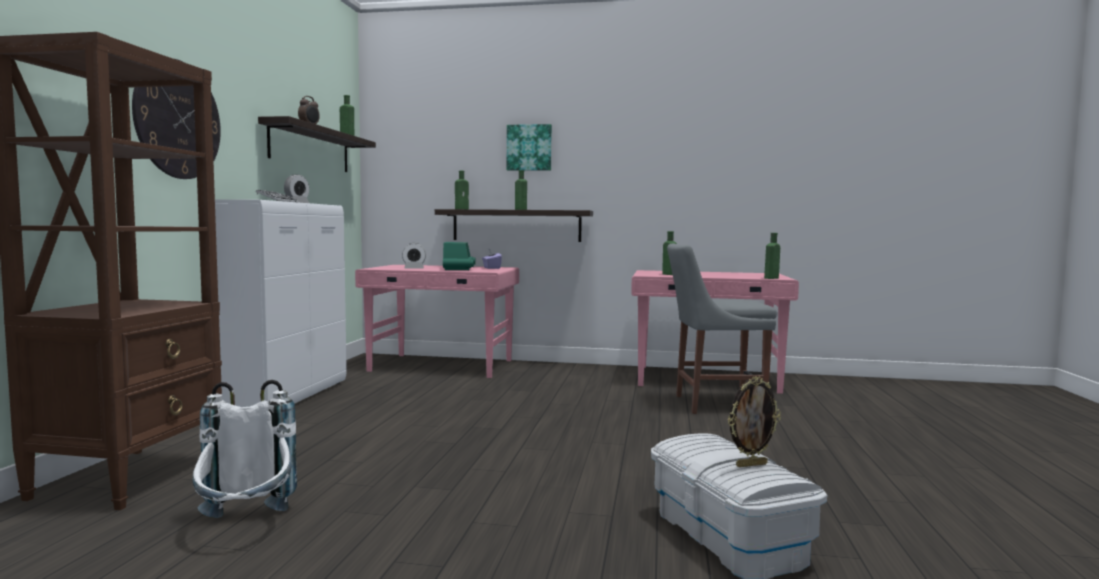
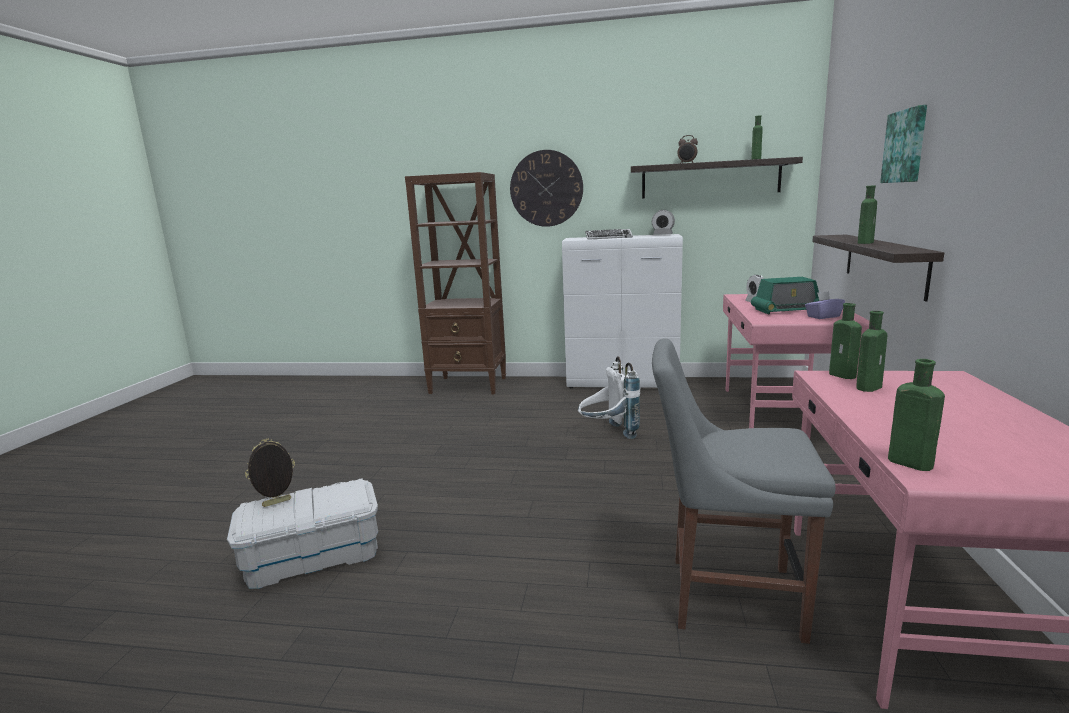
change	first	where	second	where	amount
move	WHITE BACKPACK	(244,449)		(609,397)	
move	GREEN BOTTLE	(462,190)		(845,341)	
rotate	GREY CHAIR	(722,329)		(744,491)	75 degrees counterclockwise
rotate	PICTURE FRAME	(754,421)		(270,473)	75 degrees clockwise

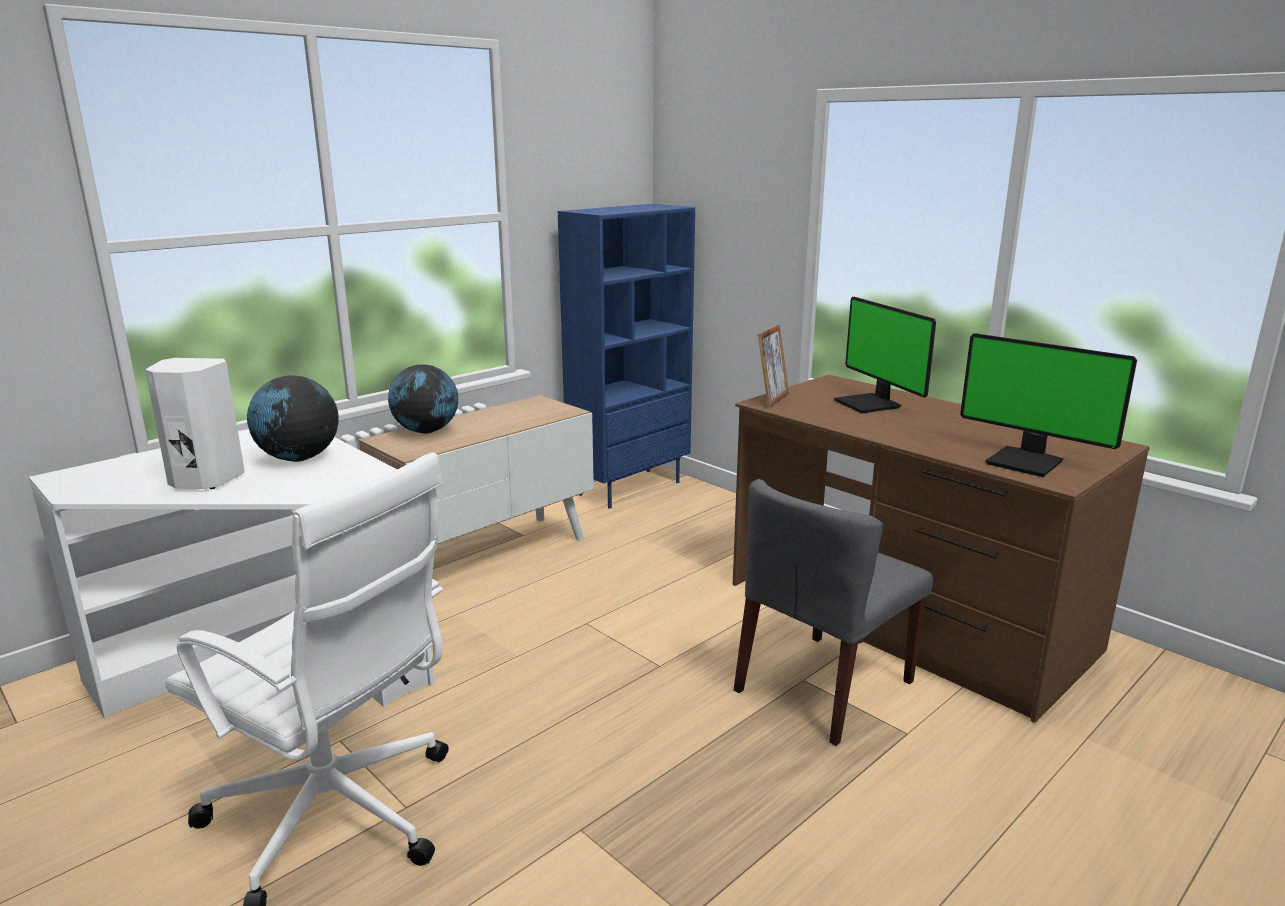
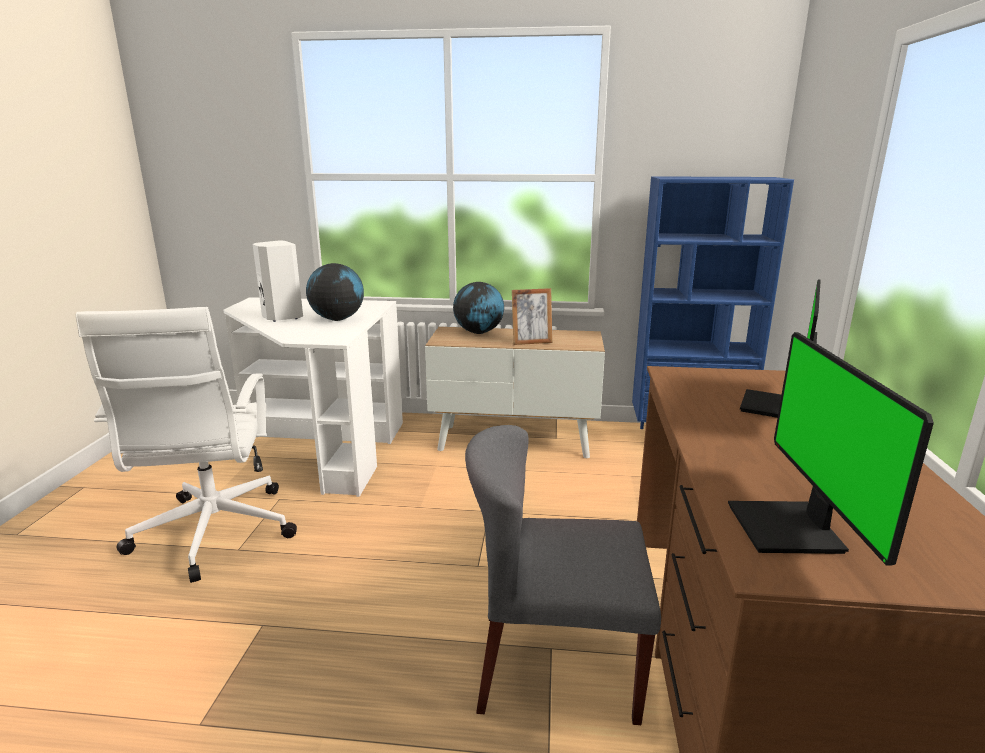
change	first	where	second	where	amount
move	PICTURE FRAME	(773,365)		(532,316)	

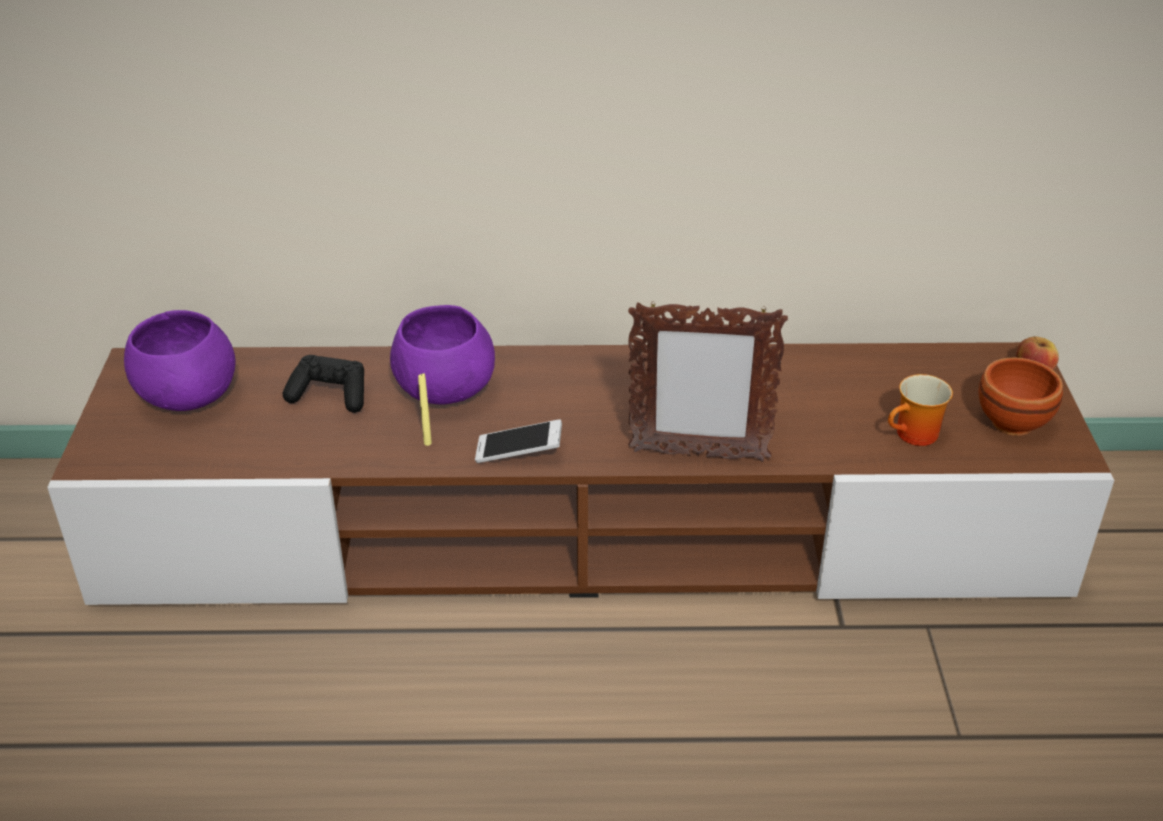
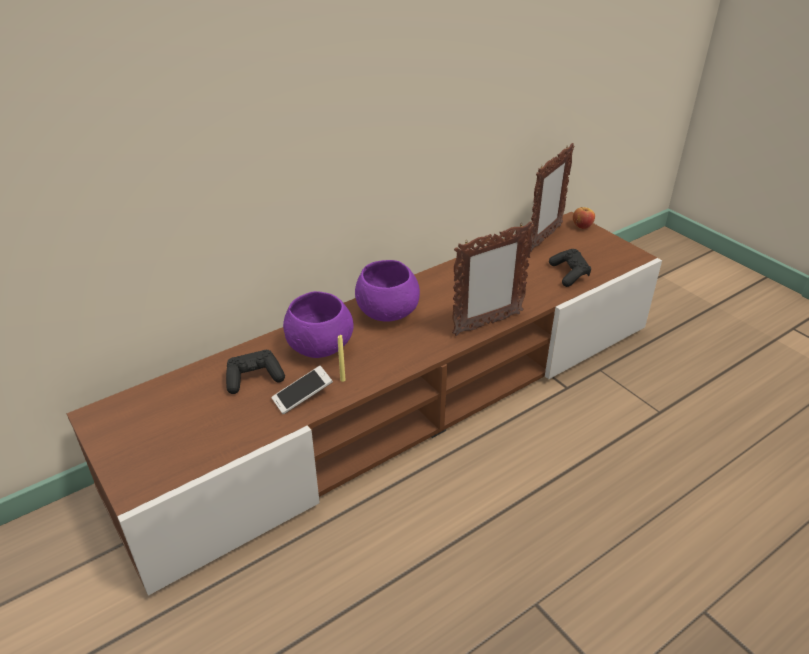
change	first	where	second	where	amount
delete	BROWN BOWL	(1020,397)			
insert			PICTURE FRAME	(552,198)	
move	PURPLE BOWL	(179,360)		(387,291)	
move	PHONE	(518,441)		(302,390)	
replace	MUG	(920,410)	BLACK GAME CONTROLLER	(570,268)	

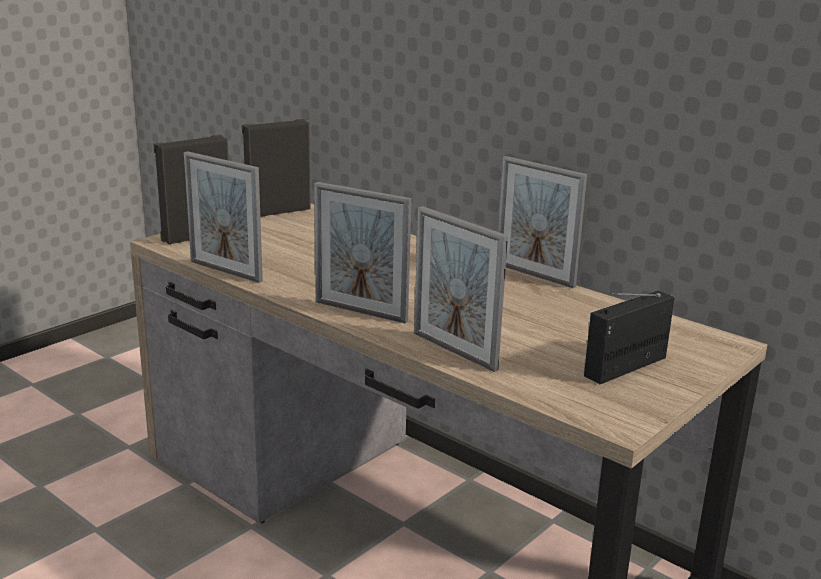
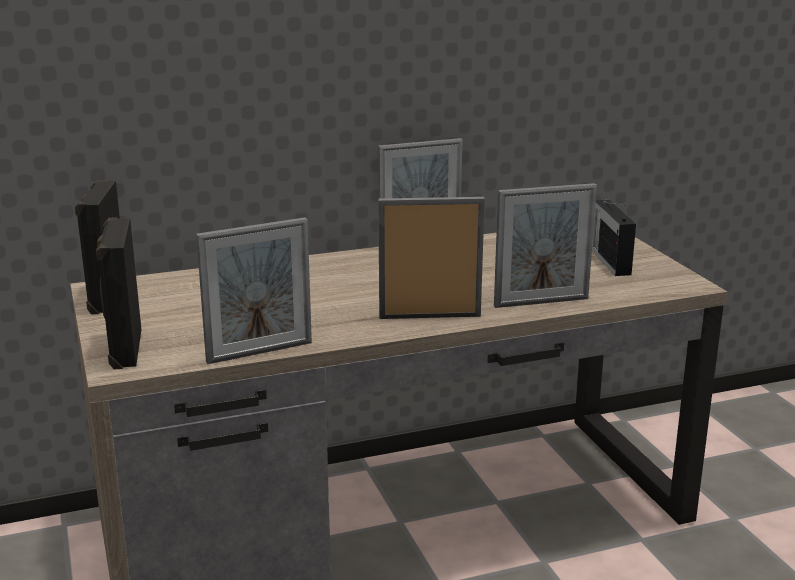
change	first	where	second	where	amount
rotate	PICTURE FRAME	(363,252)		(431,258)	150 degrees counterclockwise

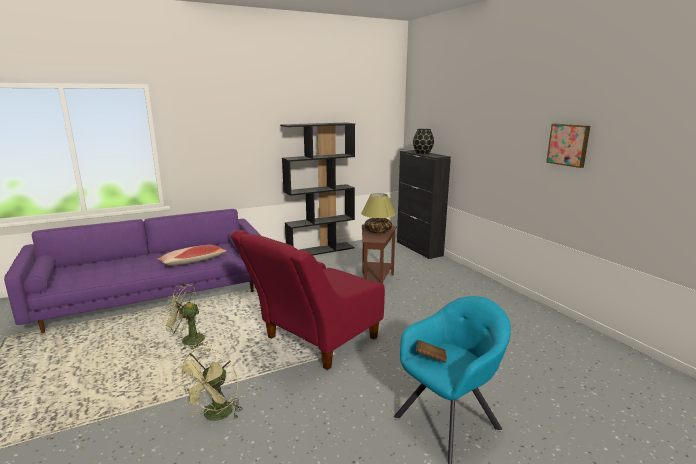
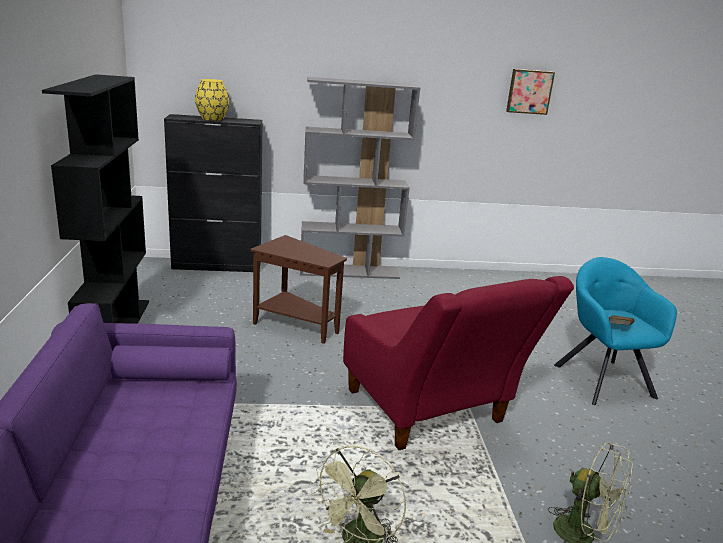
change	first	where	second	where	amount
delete	PILLOW	(192,255)			
delete	TABLE LAMP	(378,213)			
insert			GREY BOOKCASE	(360,178)	
move	PICTURE	(568,146)		(530,92)	
recolor	BLACK VASE	(423,141)	YELLOW VASE	(212,100)	

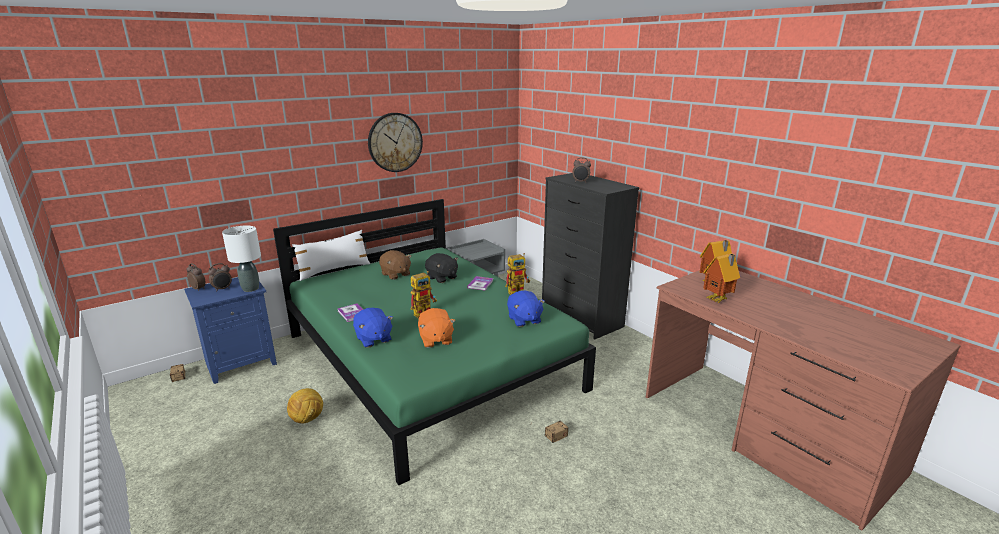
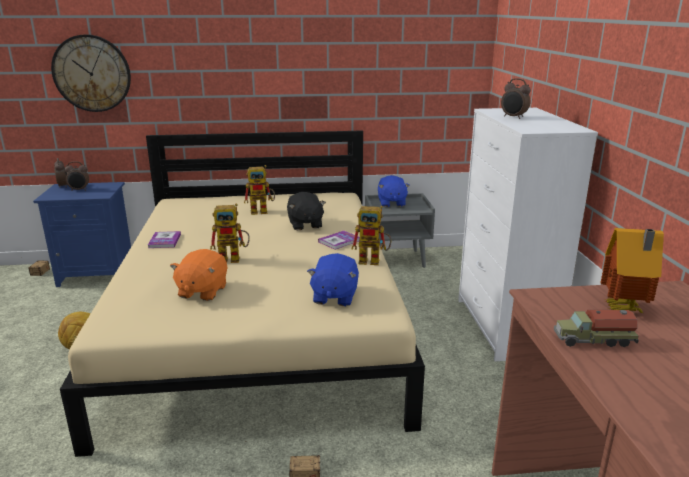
change	first	where	second	where	amount
delete	WHITE TABLE LAMP	(241,259)			
delete	WHITE PILLOW	(331,255)			
move	BLUE PLUSH TOY	(373,328)		(394,191)	
move	WALL CLOCK	(395,142)		(91,73)	
replace	BROWN PLUSH TOY	(395,265)	TOY ROBOT	(259,190)	
replace	TOY HOUSE	(721,278)	TOY TRUCK	(596,328)	
recolor	GREEN BED	(434,342)	BEIGE BED	(242,293)	
recolor	BLACK DRESSER	(590,256)	WHITE DRESSER	(528,234)	

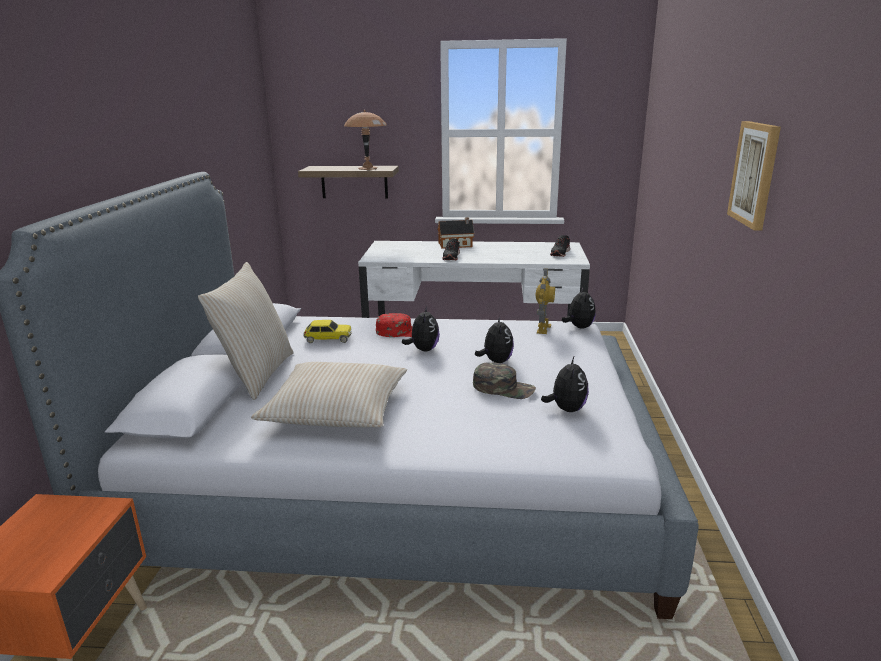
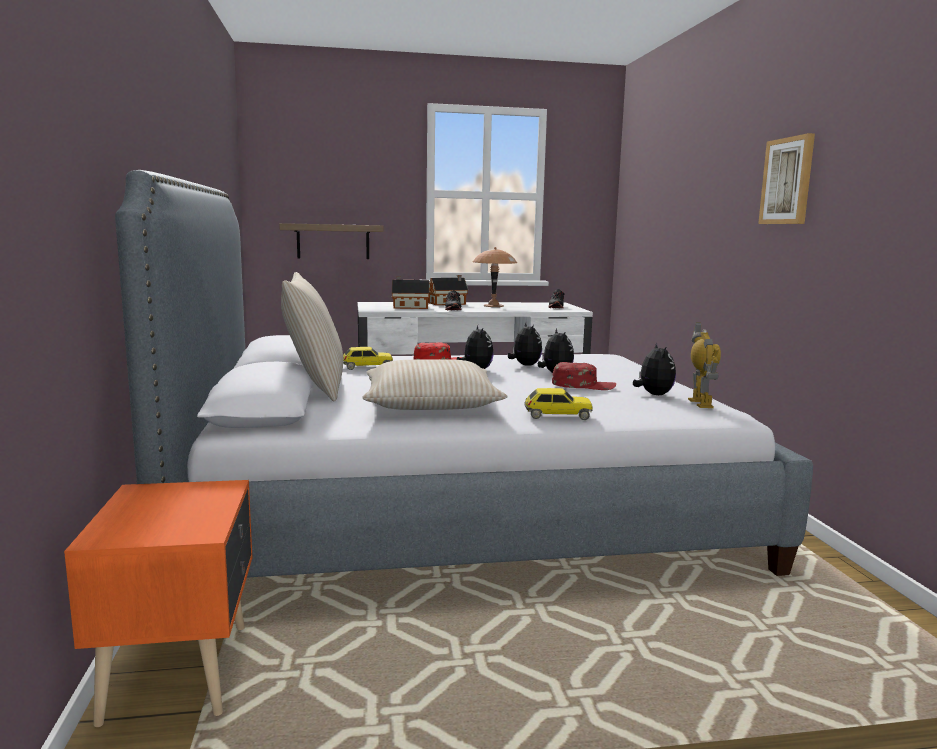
change	first	where	second	where	amount
insert			TOY HOUSE	(410,293)	
insert			TOY CAR	(558,404)	
move	BROWN TABLE LAMP	(365,140)		(495,277)	
move	TOY ROBOT	(545,301)		(704,365)	
move	PLUSH TOY	(579,308)		(525,344)	
recolor	GREEN CAP	(504,381)	RED CAP	(584,376)	

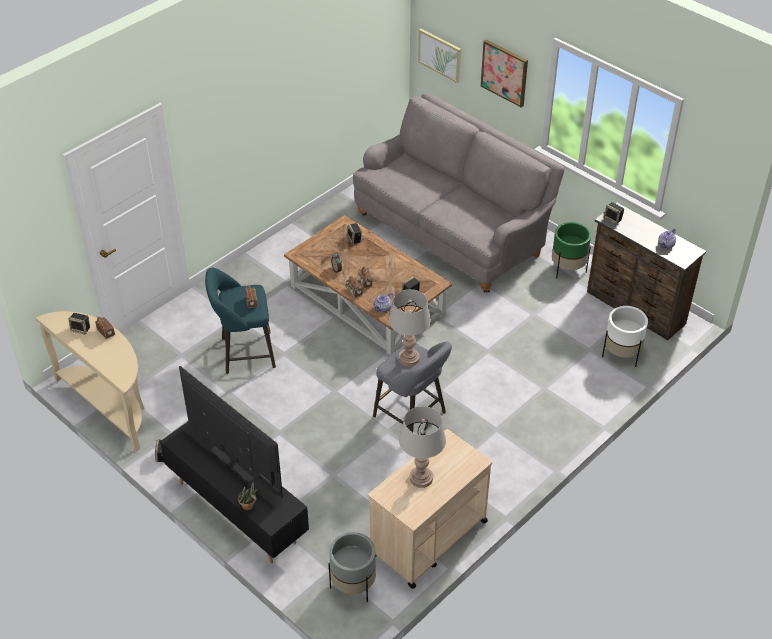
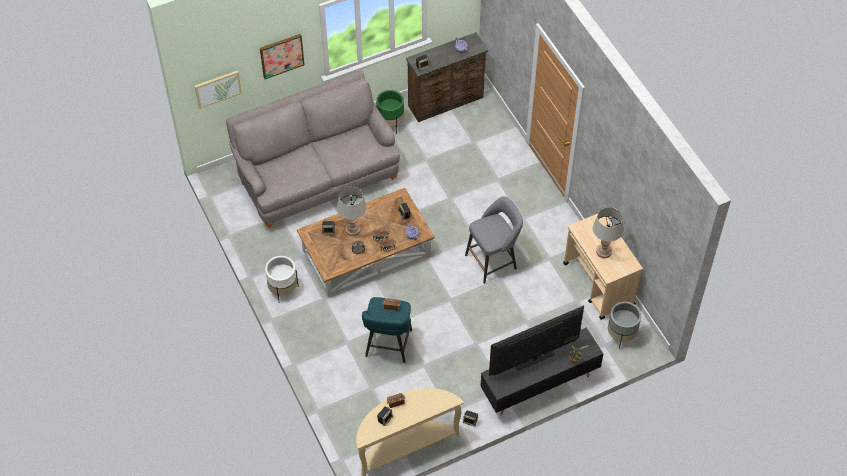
change	first	where	second	where	amount
move	GREY TABLE LAMP	(410,327)		(352,211)	
move	WHITE PLANTER	(625,336)		(282,279)	

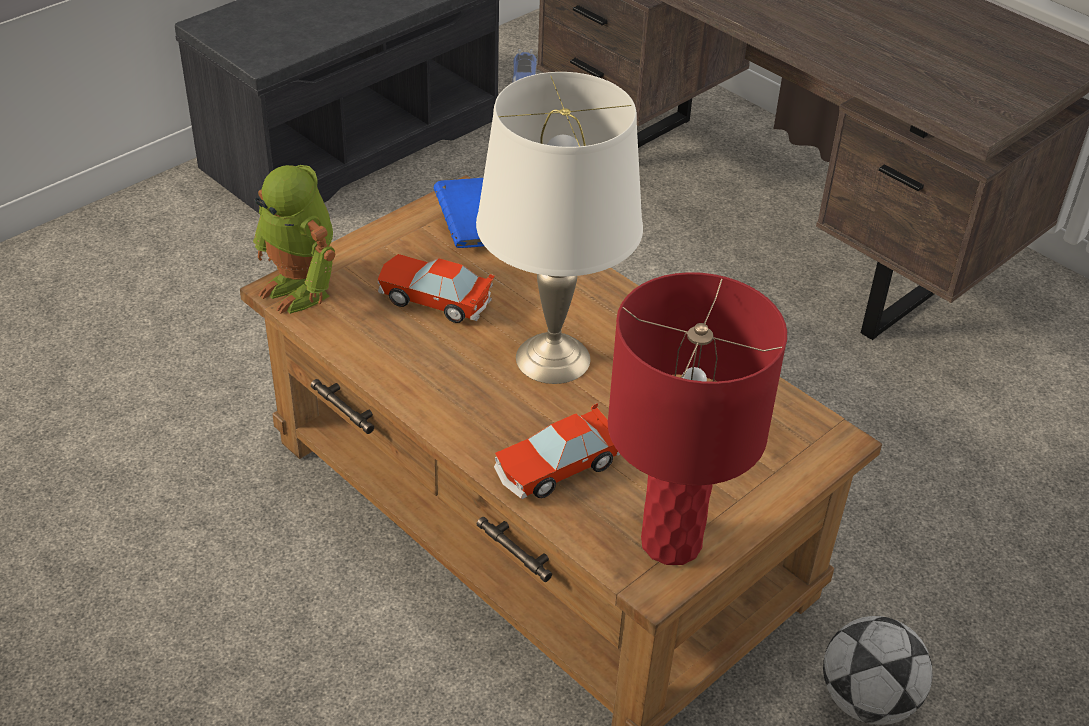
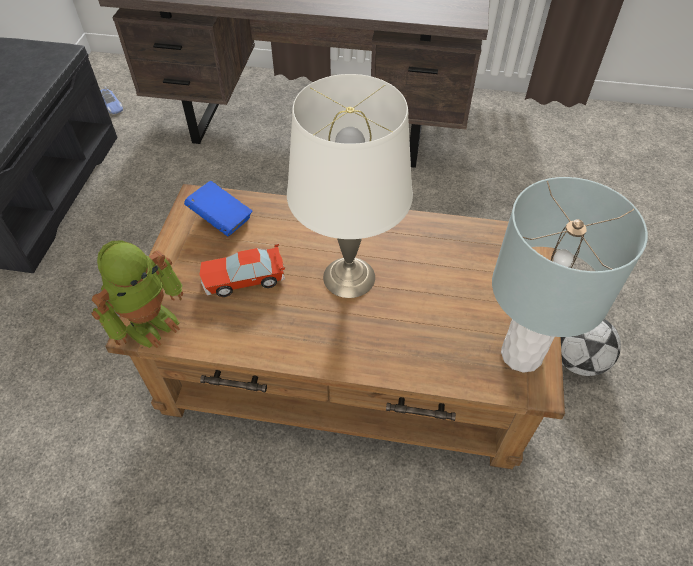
change	first	where	second	where	amount
delete	TOY CAR	(557,451)			
recolor	RED TABLE LAMP	(697,418)	GREY TABLE LAMP	(570,275)	
rotate	TOY ROBOT	(294,239)		(137,294)	60 degrees counterclockwise

